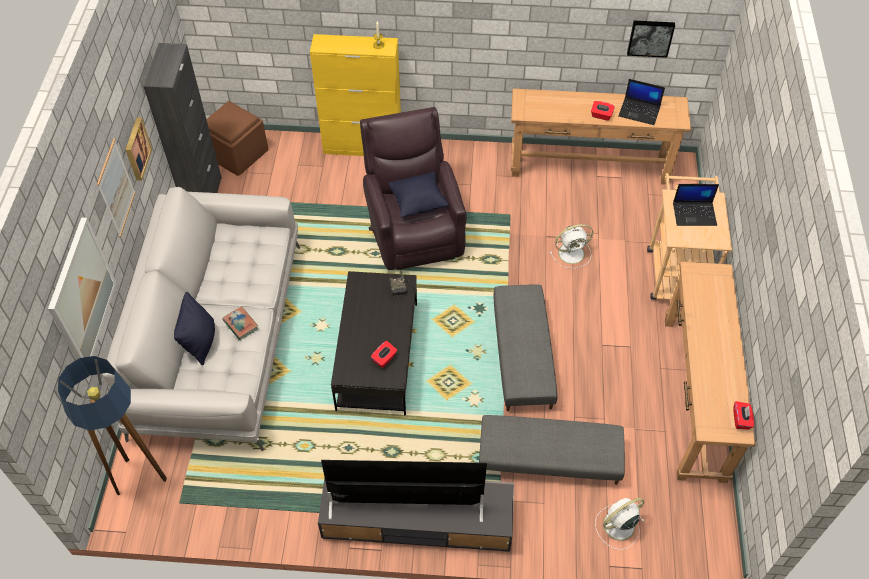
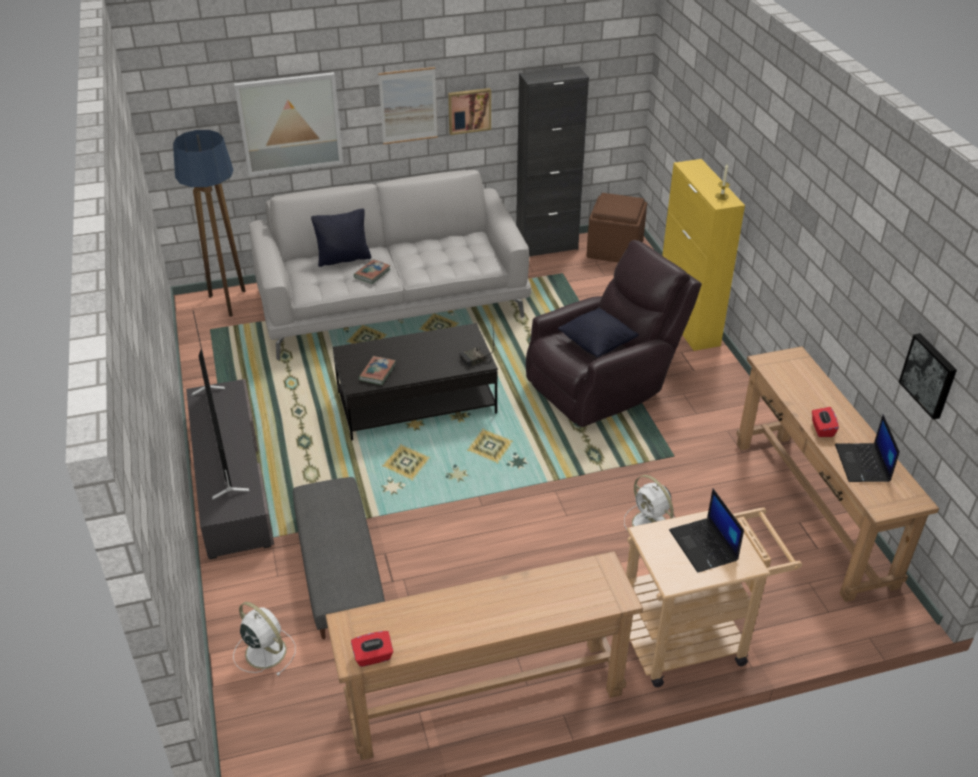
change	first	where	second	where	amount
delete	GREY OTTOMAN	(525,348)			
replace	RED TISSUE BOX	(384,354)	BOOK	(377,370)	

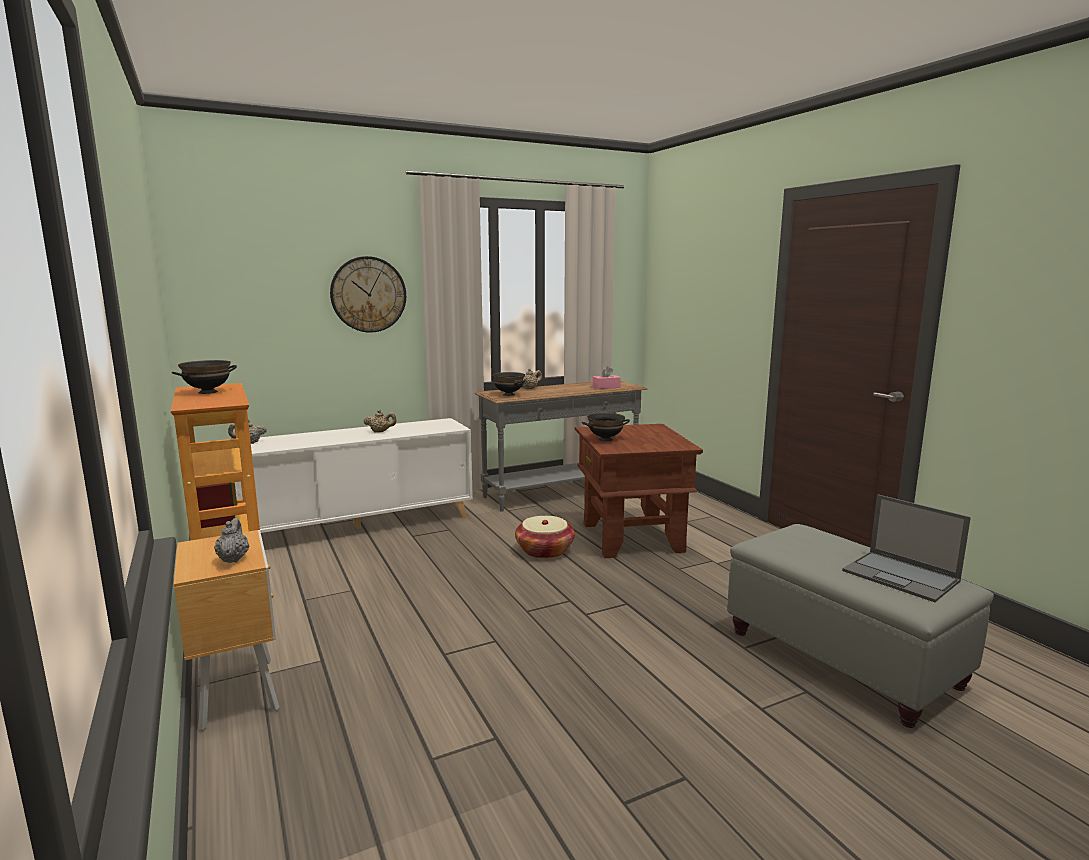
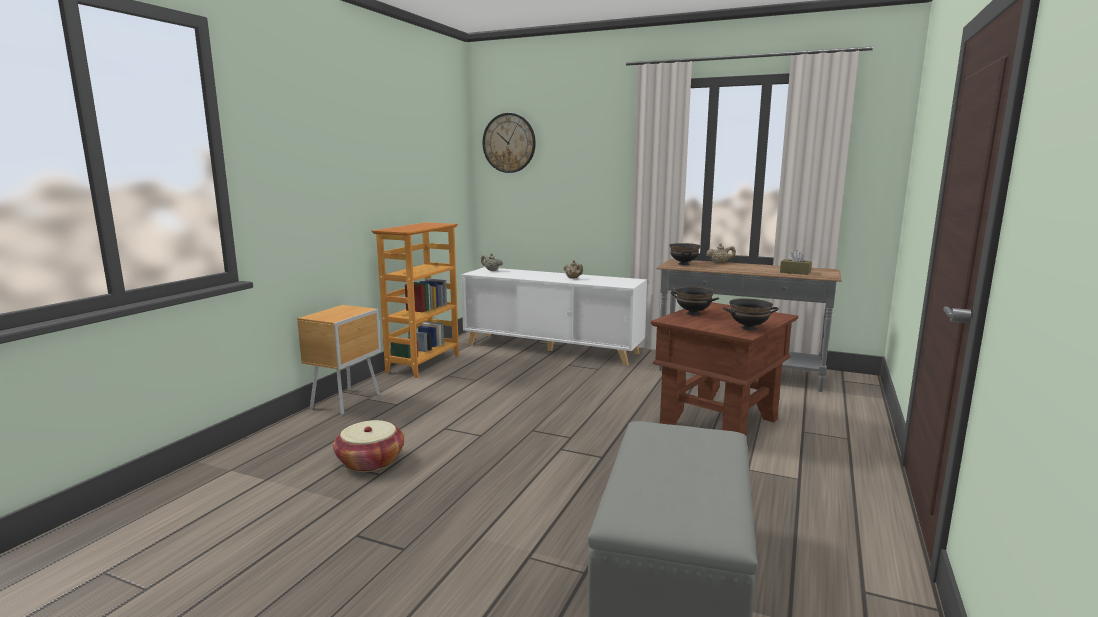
change	first	where	second	where	amount
delete	GREY TEAPOT	(232,540)			
delete	LAPTOP	(906,548)			
move	BLACK BOWL	(204,377)		(751,314)	
move	WALL CLOCK	(368,294)		(509,143)	
move	BASKET	(545,537)		(368,446)	
recolor	PINK TISSUE BOX	(607,377)	BROWN TISSUE BOX	(796,262)	

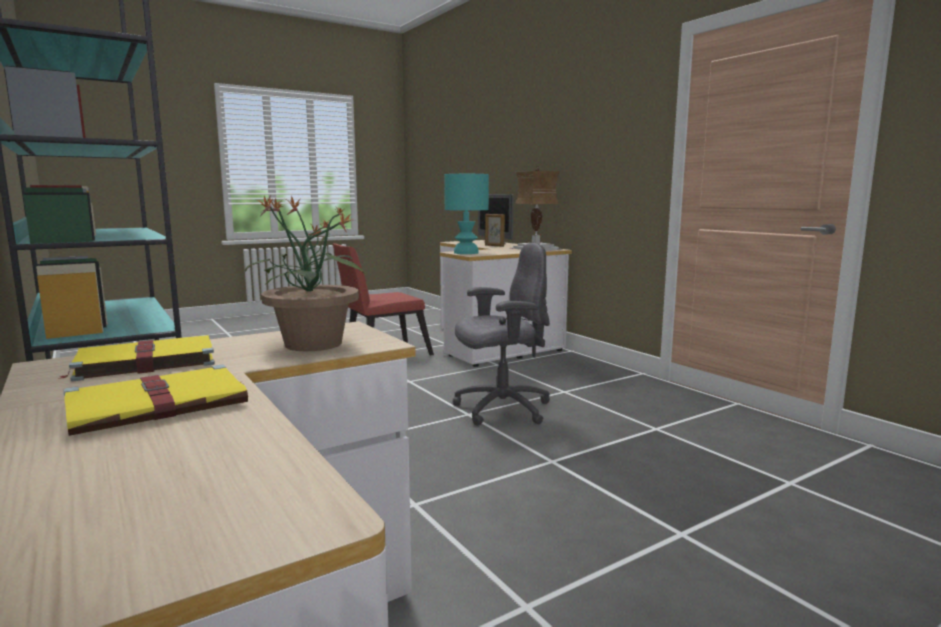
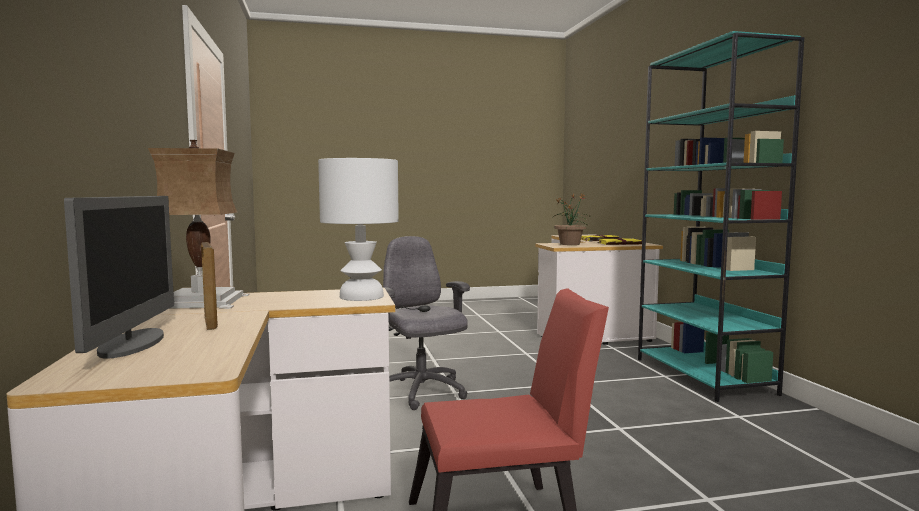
change	first	where	second	where	amount
recolor	TURQUOISE TABLE LAMP	(466,214)	WHITE TABLE LAMP	(358,229)	
rotate	GREY OFFICE CHAIR	(501,334)		(426,323)	60 degrees clockwise

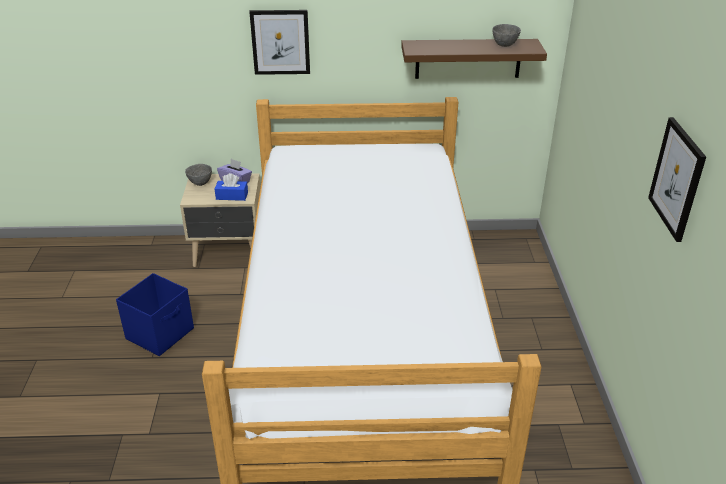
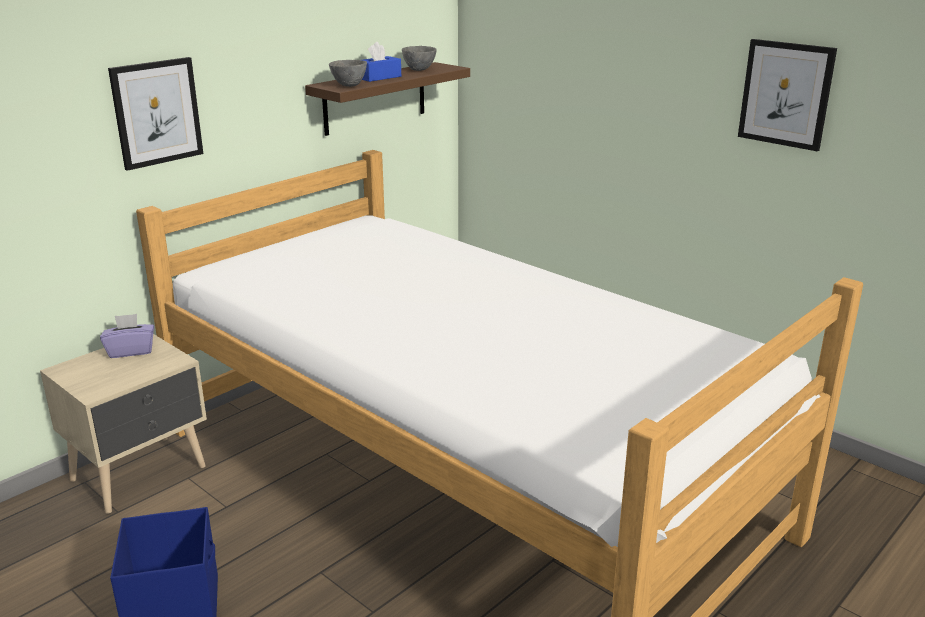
change	first	where	second	where	amount
move	GREY BOWL	(198,175)		(348,73)	
move	BLUE TISSUE BOX	(231,187)		(381,62)	

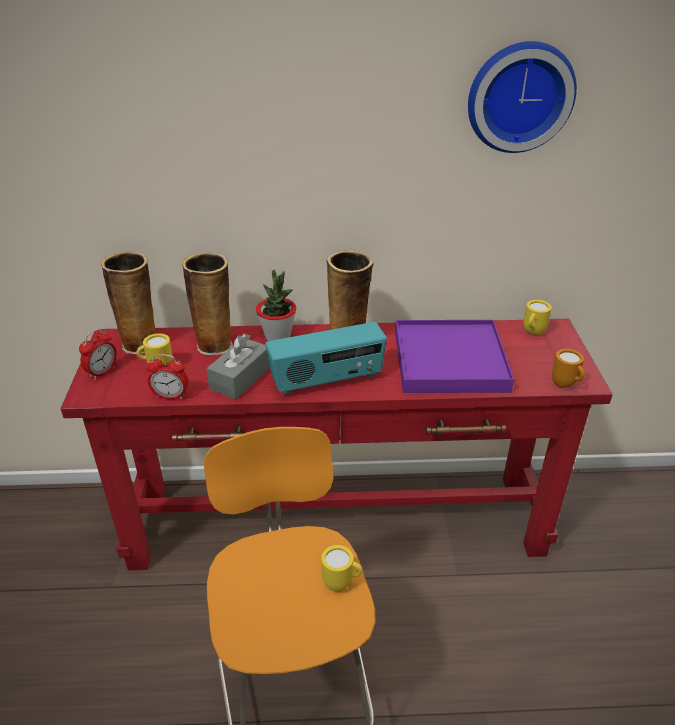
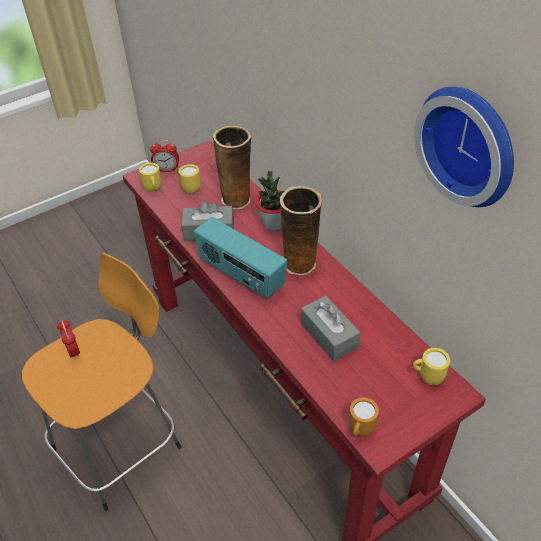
change	first	where	second	where	amount
delete	VASE	(128,303)			
move	ALARM CLOCK	(167,377)		(68,339)	
move	YELLOW MUG	(342,568)		(150,177)	
replace	PURPLE TRAY	(454,356)	GREY TISSUE BOX	(330,328)	

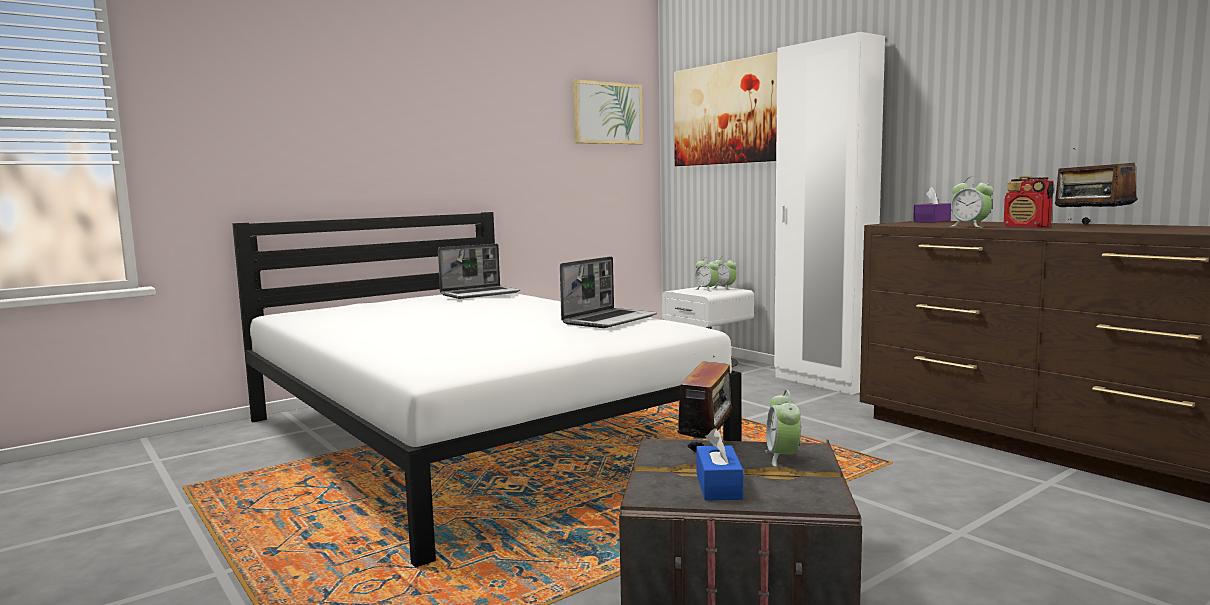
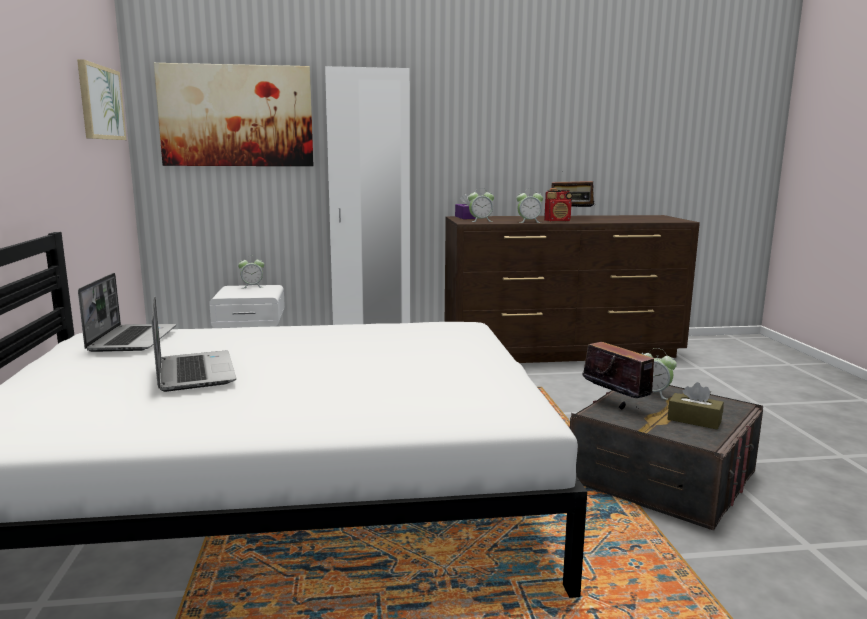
change	first	where	second	where	amount
move	LAPTOP	(608,292)		(193,344)	
move	ALARM CLOCK	(707,274)		(481,207)	
recolor	BLUE TISSUE BOX	(719,464)	BROWN TISSUE BOX	(696,406)	

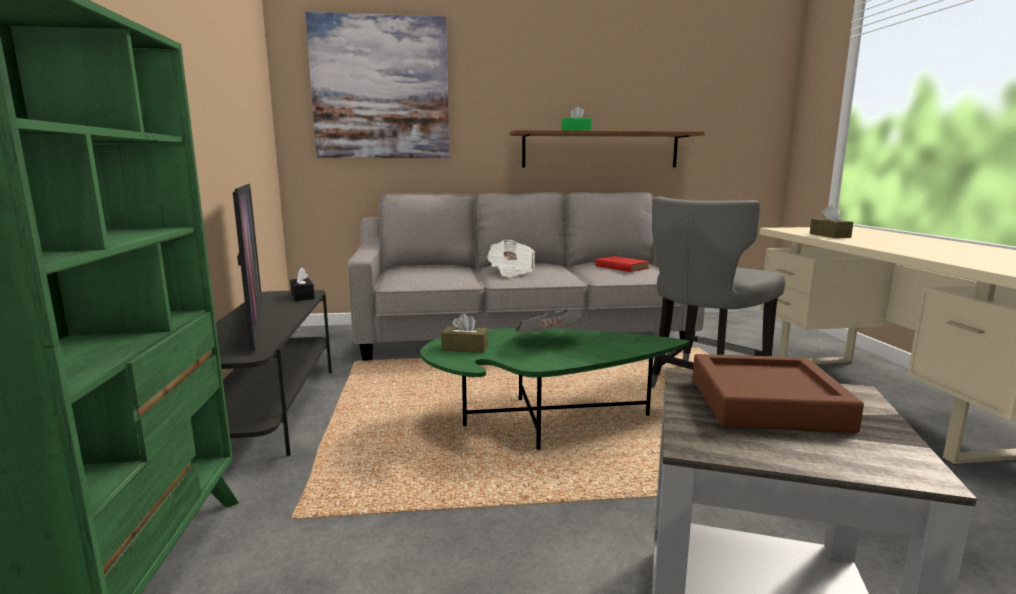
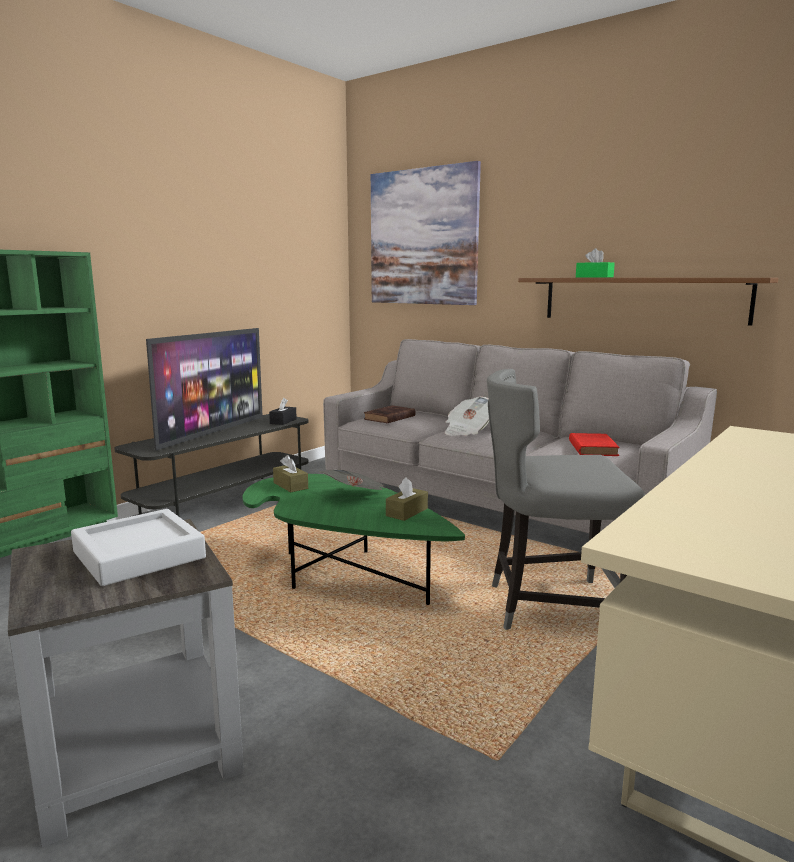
change	first	where	second	where	amount
insert			BROWN BOOK	(390,414)	
move	BROWN TISSUE BOX	(831,221)		(407,499)	
recolor	BROWN TRAY	(778,393)	GREY TRAY	(138,547)	

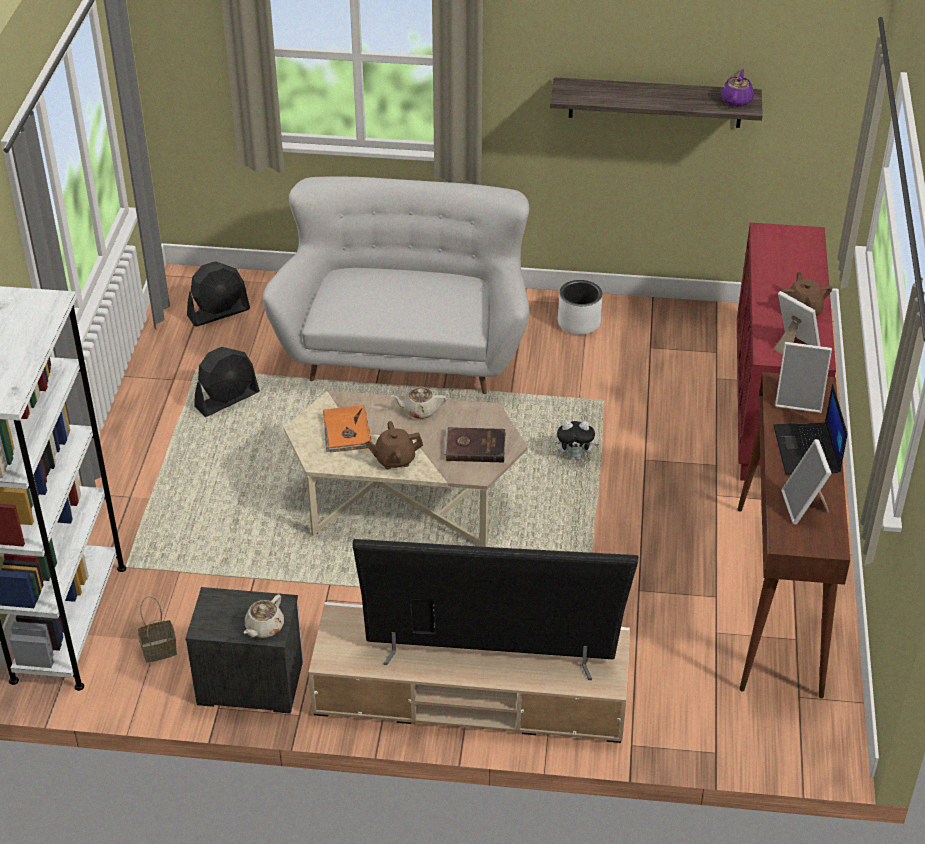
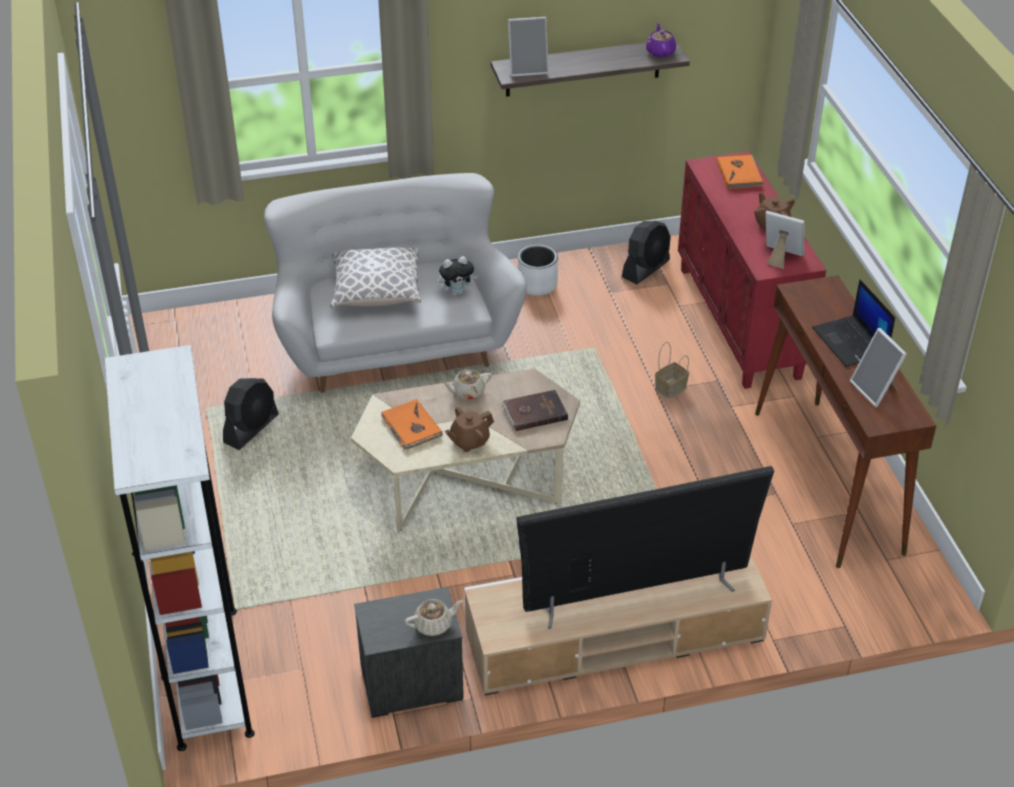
change	first	where	second	where	amount
insert			PILLOW	(375,278)	
insert			ORANGE BOOK	(740,172)	
move	BASKET	(157,629)		(672,370)	
move	BLACK FAN	(218,294)		(646,252)	
move	PLUSH TOY	(577,440)		(458,276)	
move	PICTURE FRAME	(803,377)		(528,47)	
rotate	BEIGE TEAPOT	(264,616)		(434,617)	120 degrees counterclockwise

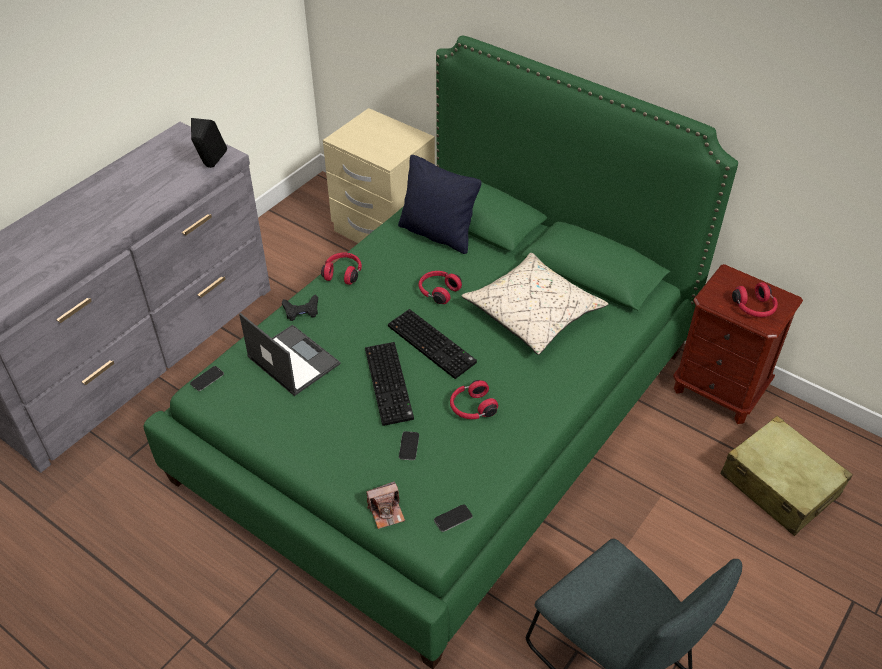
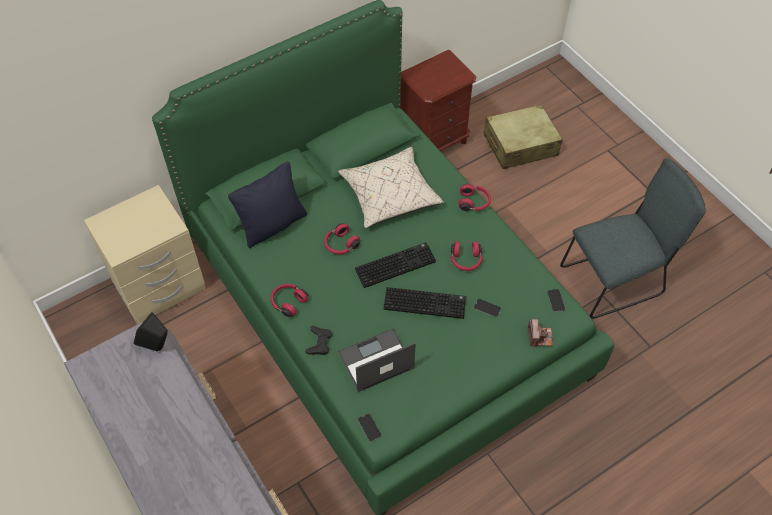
change	first	where	second	where	amount
move	RED HEADPHONES	(755,299)		(474,197)	

